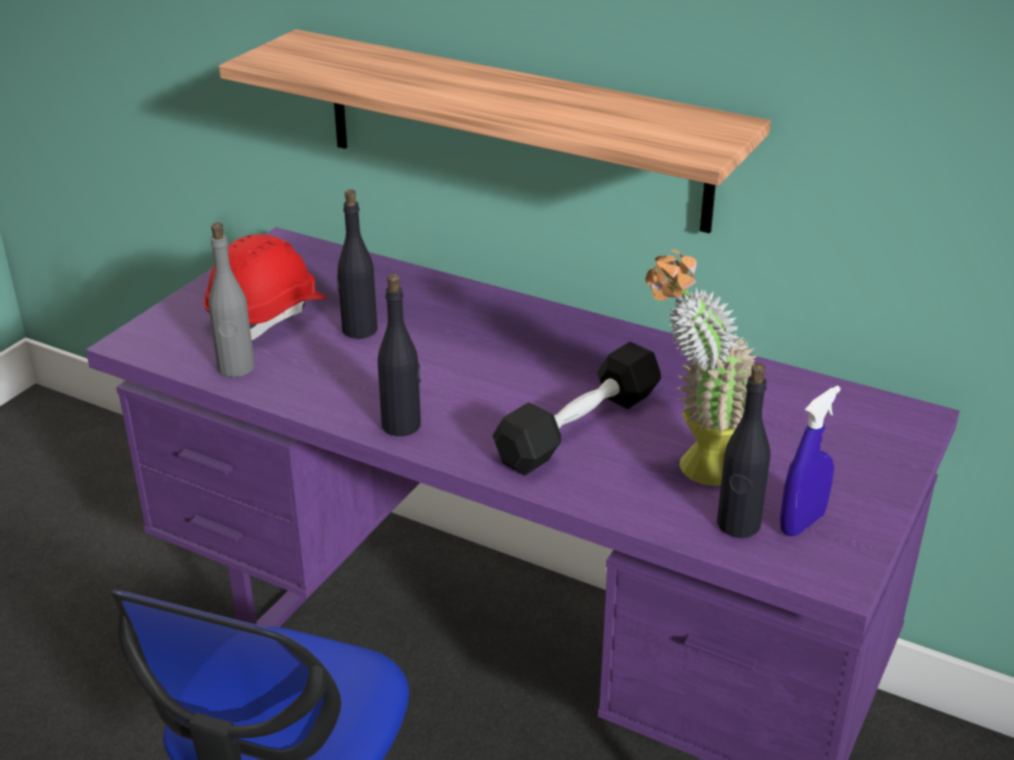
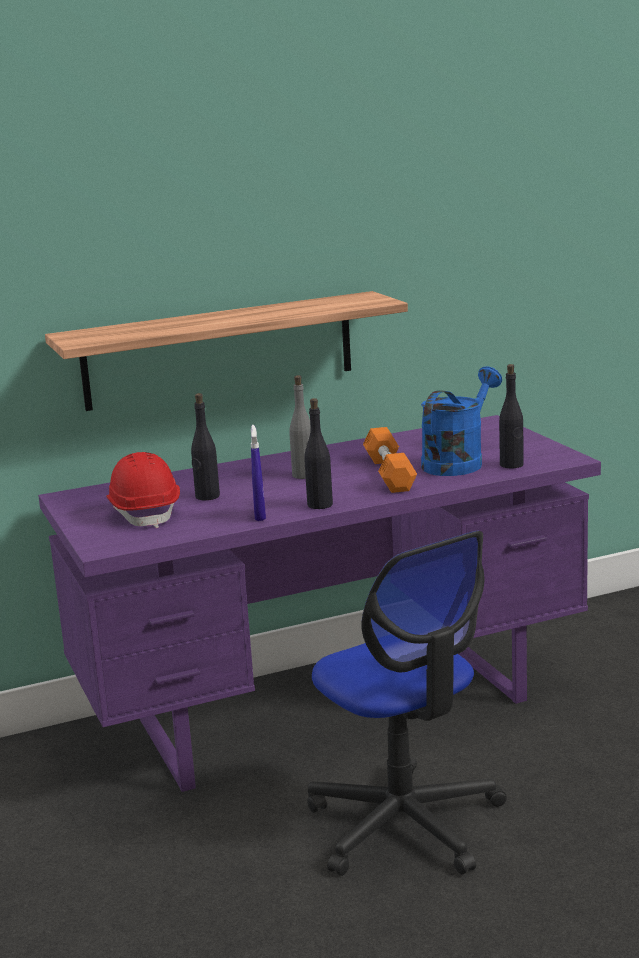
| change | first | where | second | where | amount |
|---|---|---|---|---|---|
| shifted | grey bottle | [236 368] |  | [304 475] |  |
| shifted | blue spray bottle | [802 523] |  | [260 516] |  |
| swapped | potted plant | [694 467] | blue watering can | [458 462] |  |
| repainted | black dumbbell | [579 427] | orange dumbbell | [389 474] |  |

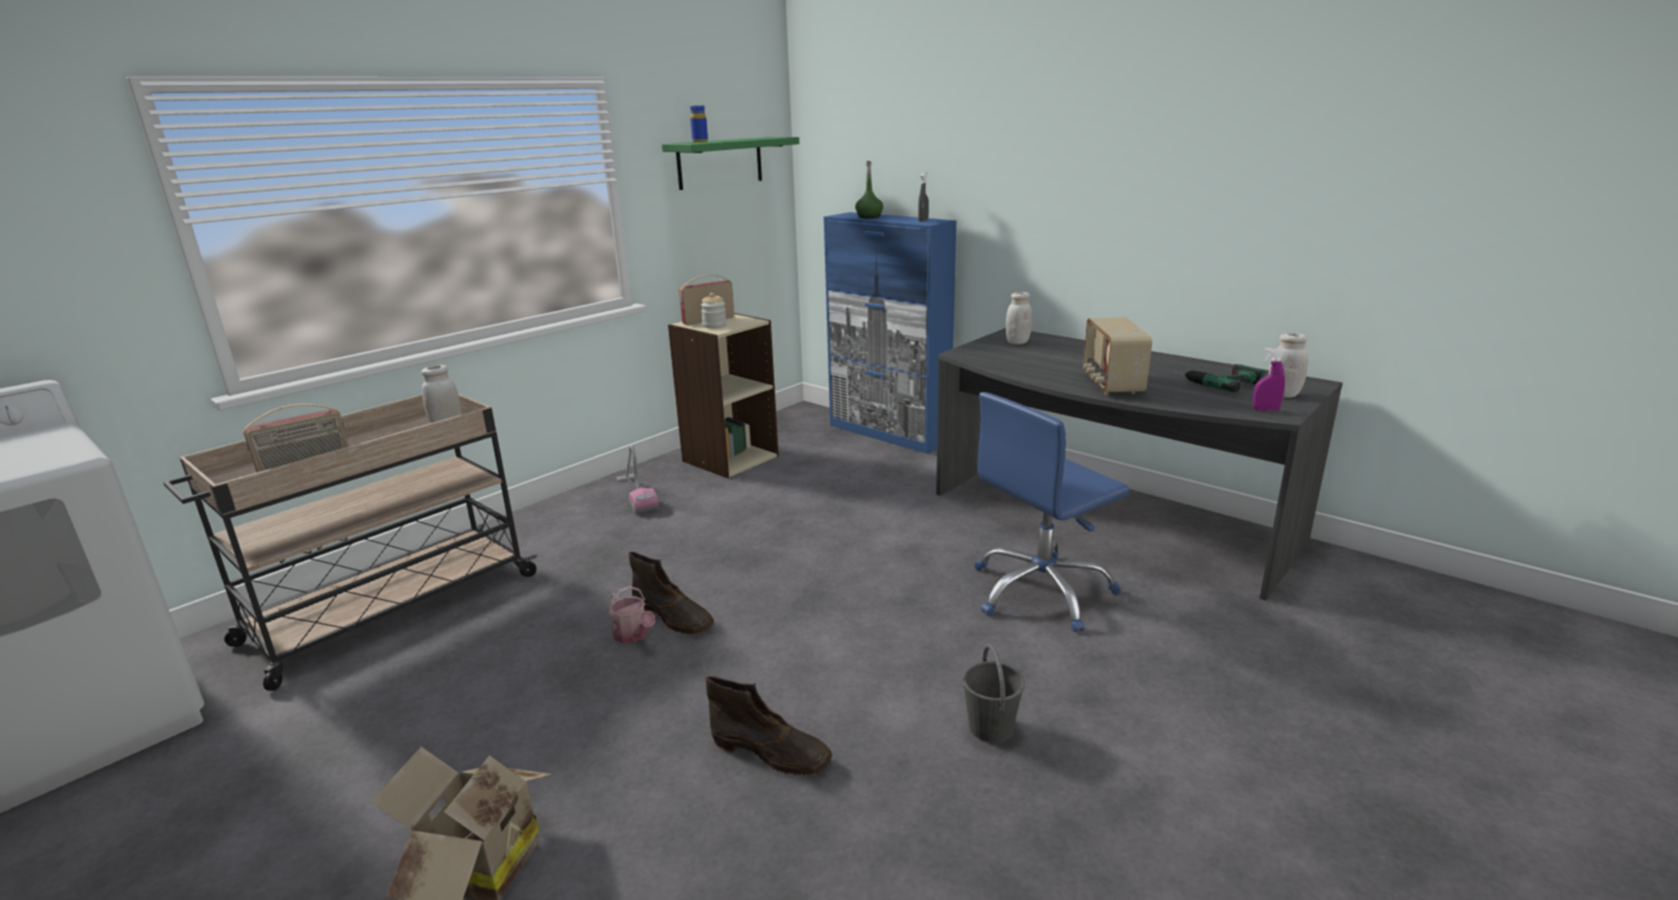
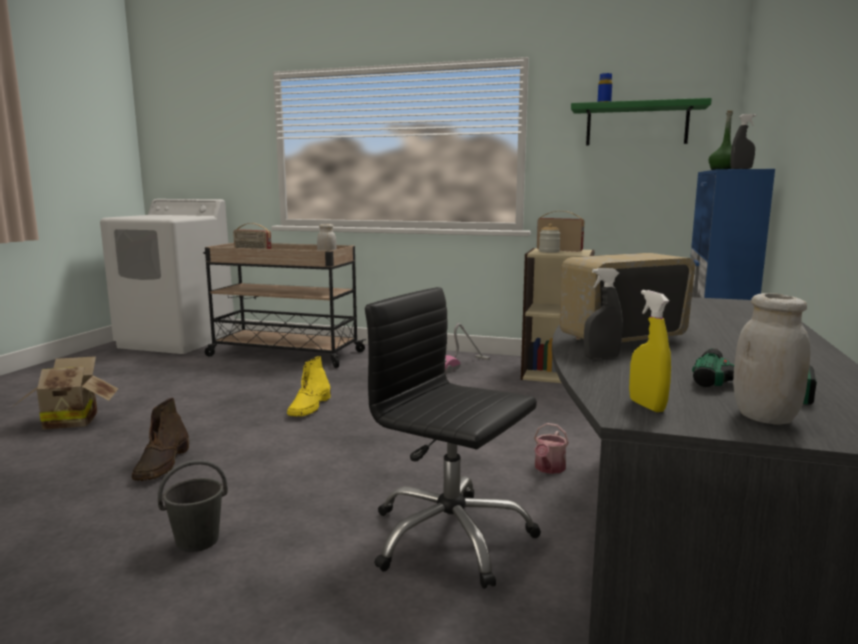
| change | first | where | second | where | amount |
|---|---|---|---|---|---|
| gone | white jar | [1017 342] |  |  |  |
| new |  |  | grey spray bottle | [601 358] |  |
| shifted | watering can | [633 635] |  | [548 469] |  |
| repainted | brown boot | [674 617] | yellow boot | [309 407] |  |
| repainted | blue office chair | [1041 591] | black office chair | [450 537] |  |
| repainted | purple spray bottle | [1265 410] | yellow spray bottle | [647 406] |  |

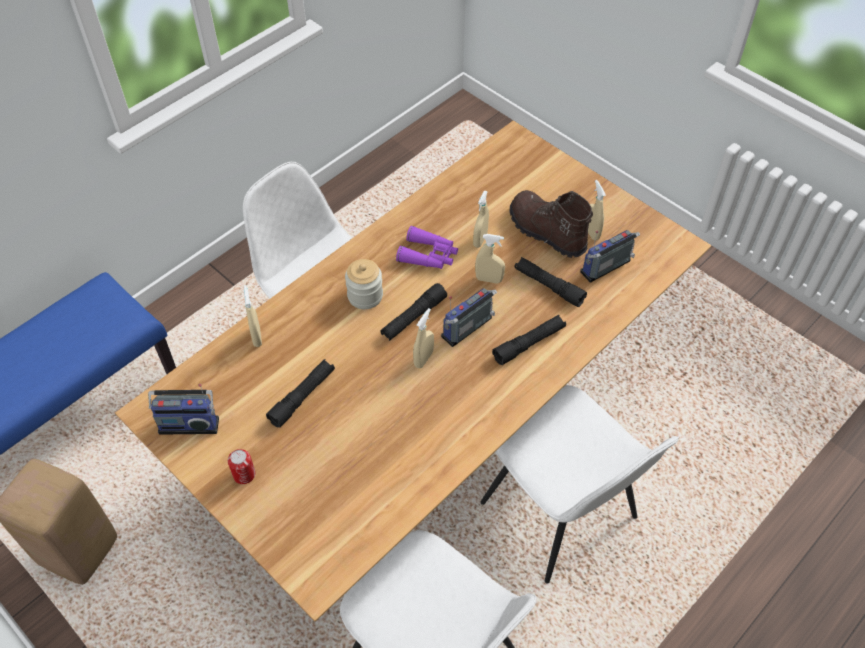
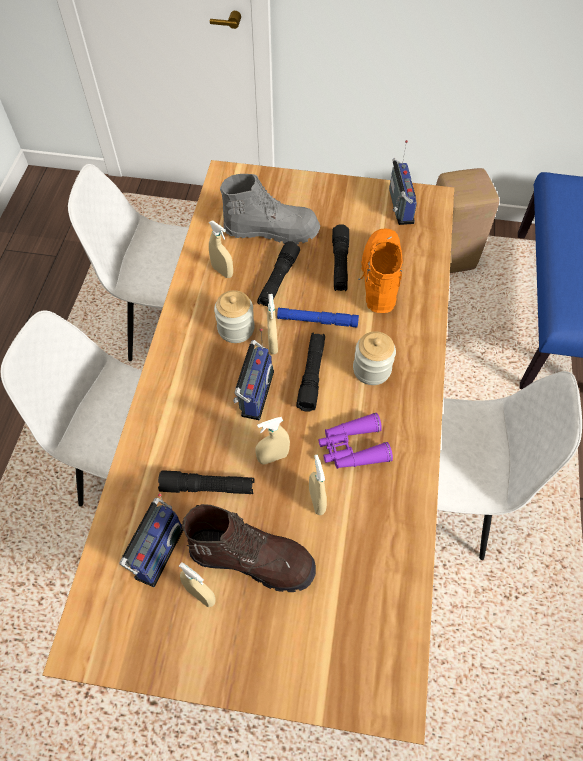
| change | first | where | second | where | amount |
|---|---|---|---|---|---|
| gone | can | [244 474] |  |  |  |
| new |  |  | jar | [236 328] |  |
| new |  |  | grey boot | [271 230] |  |
| new |  |  | blue flashlight | [317 321] |  |
| new |  |  | orange boot | [379 278] |  |
| shifted | beige spray bottle | [257 337] |  | [222 271] |  |
| shifted | black flashlight | [529 344] |  | [278 280] |  |
| rotated | radio | [189 423] |  | [398 207] | 120 degrees clockwise |

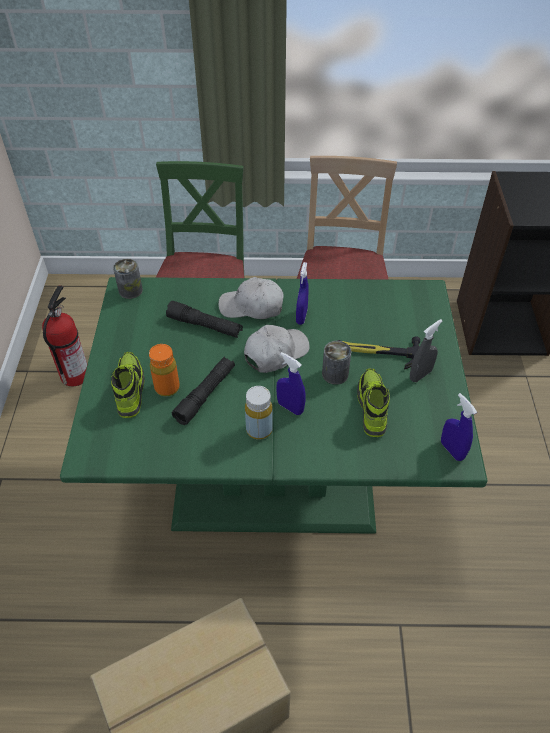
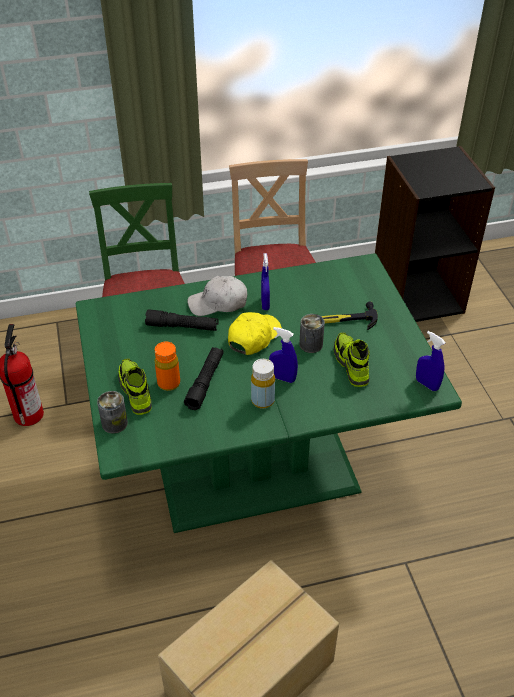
| change | first | where | second | where | amount |
|---|---|---|---|---|---|
| gone | grey spray bottle | [420 375] |  |  |  |
| shifted | can | [130 290] |  | [114 423] |  |
| repainted | white cap | [275 353] | yellow cap | [253 337] |  |

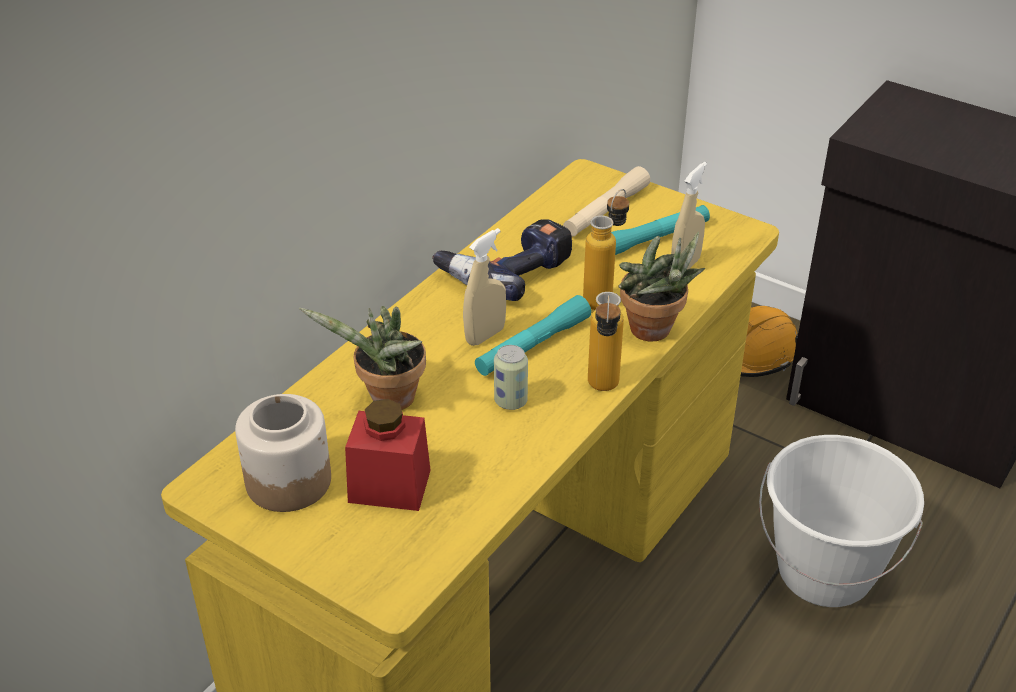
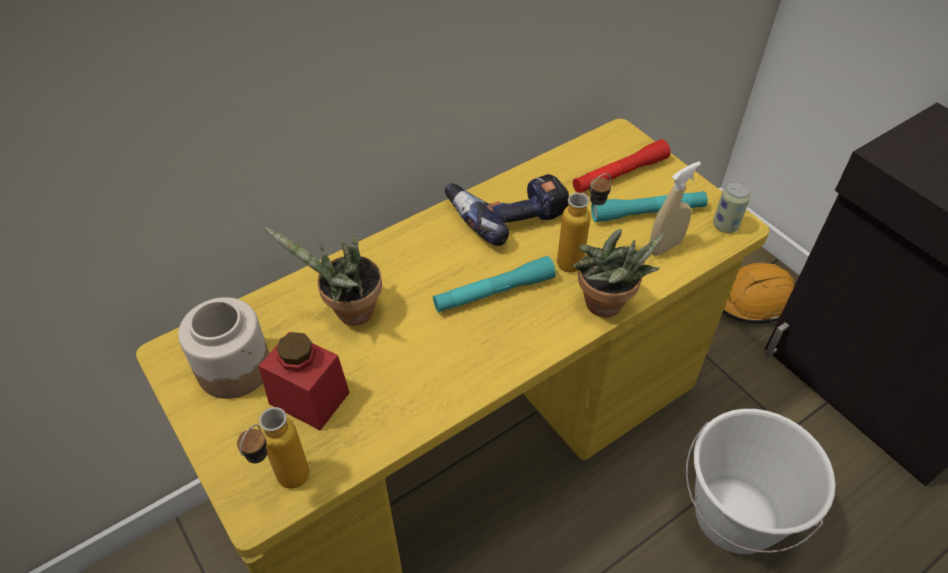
| change | first | where | second | where | amount |
|---|---|---|---|---|---|
| gone | beige spray bottle | [485 335] |  |  |  |
| shifted | can | [510 401] |  | [725 225] |  |
| shifted | bottle | [602 391] |  | [285 486] |  |
| repainted | beige flashlight | [606 211] | red flashlight | [620 174] |  |

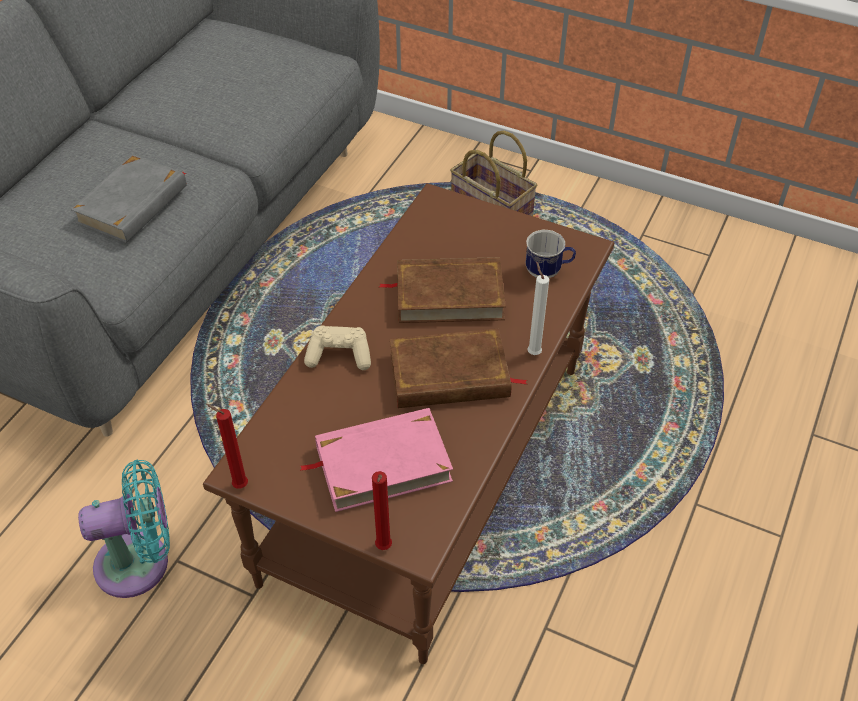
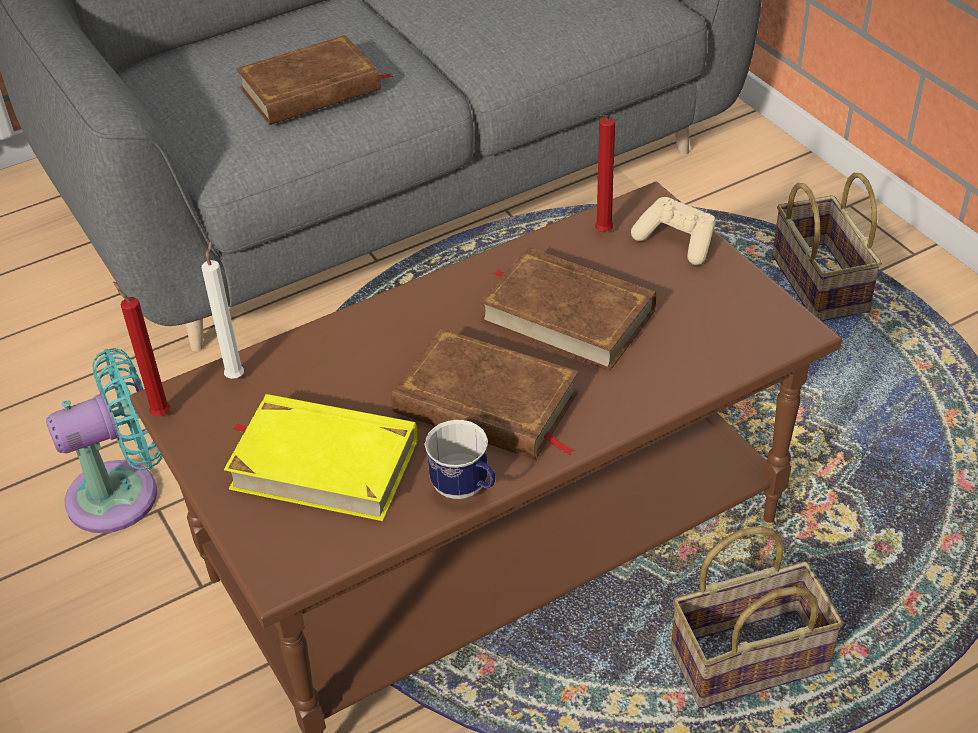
| change | first | where | second | where | amount |
|---|---|---|---|---|---|
| new |  |  | basket | [751 657] |  |
| shifted | beige game controller | [339 355] |  | [676 241] |  |
| shifted | red candle | [383 549] |  | [602 233] |  |
| shifted | mug | [548 272] |  | [466 489] |  |
| shifted | white candle | [533 352] |  | [236 375] |  |
| repainted | grey book | [133 204] | brown book | [311 89] |  |
| repainted | pink book | [382 463] | yellow book | [324 463] |  |
| rotated | turquoise fan | [140 562] |  | [123 493] | 45 degrees counterclockwise |

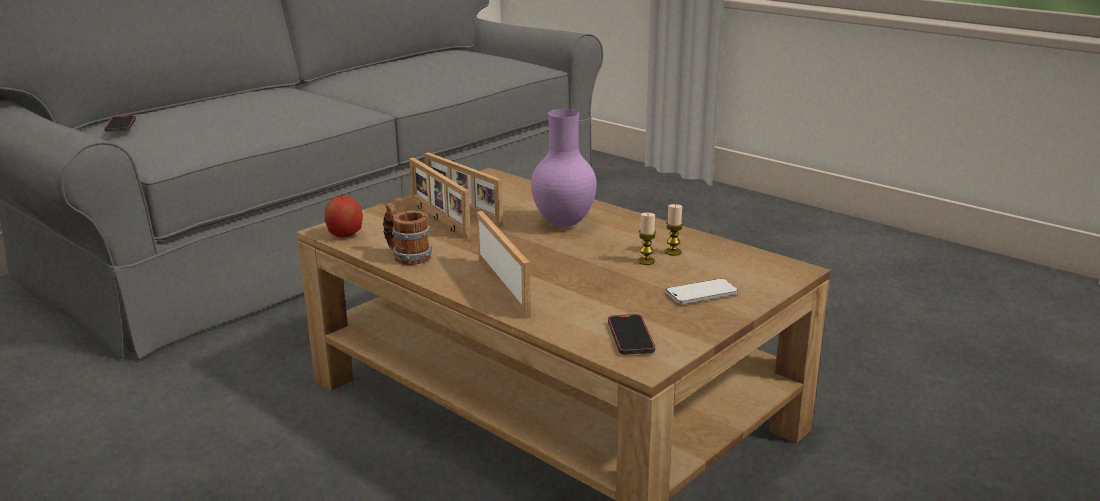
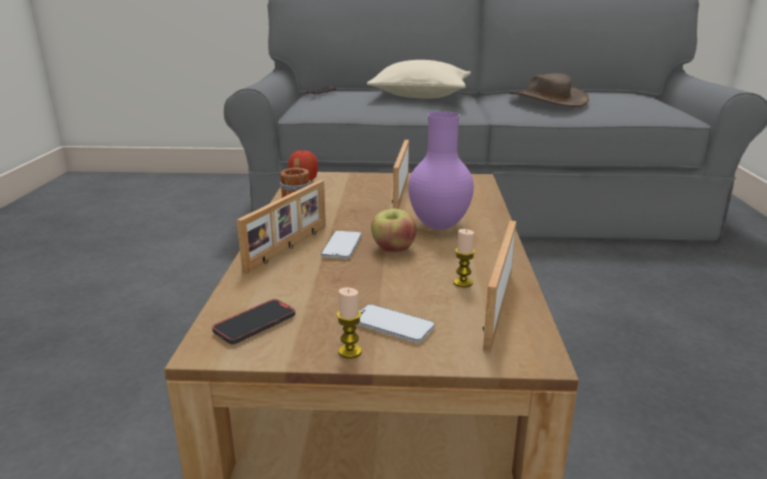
| change | first | where | second | where | amount |
|---|---|---|---|---|---|
| new |  |  | phone | [342 247] |  |
| new |  |  | beige pillow | [420 95] |  |
| new |  |  | apple | [393 249] |  |
| new |  |  | brown hat | [547 100] |  |
| shifted | picture frame | [438 219] |  | [496 307] |  |
| shifted | candle | [646 261] |  | [350 351] |  |

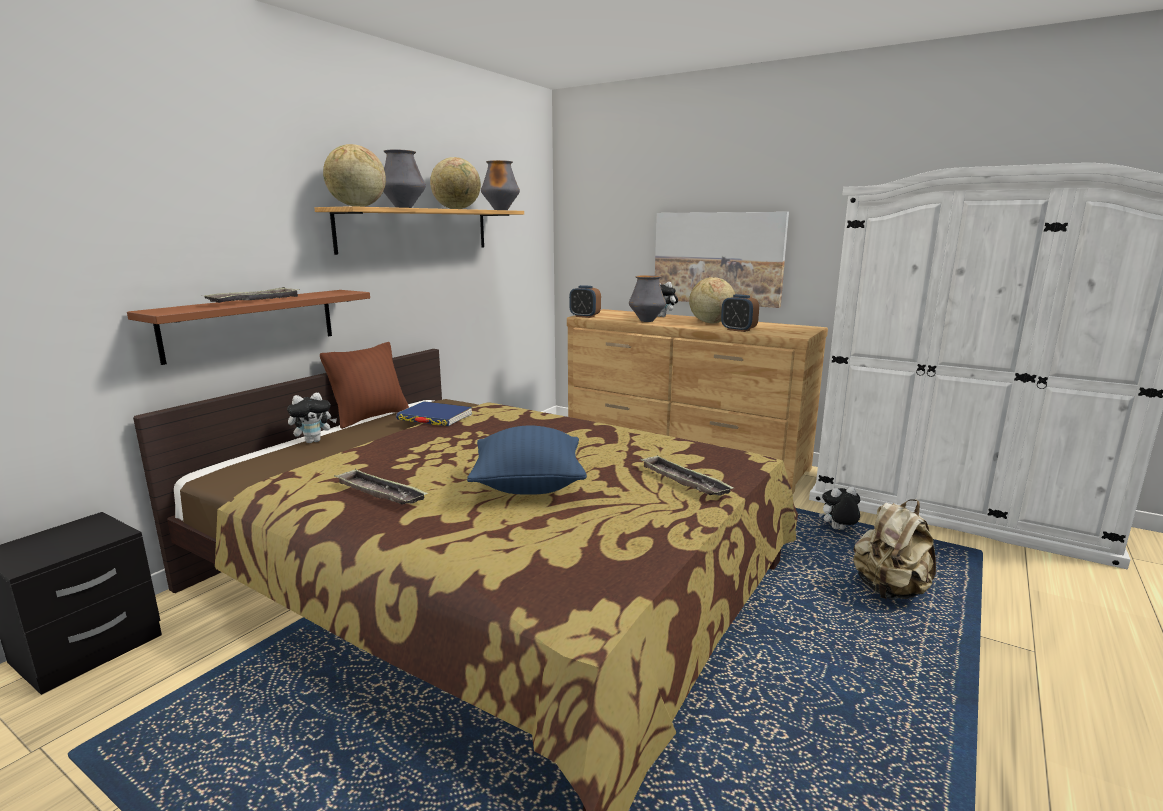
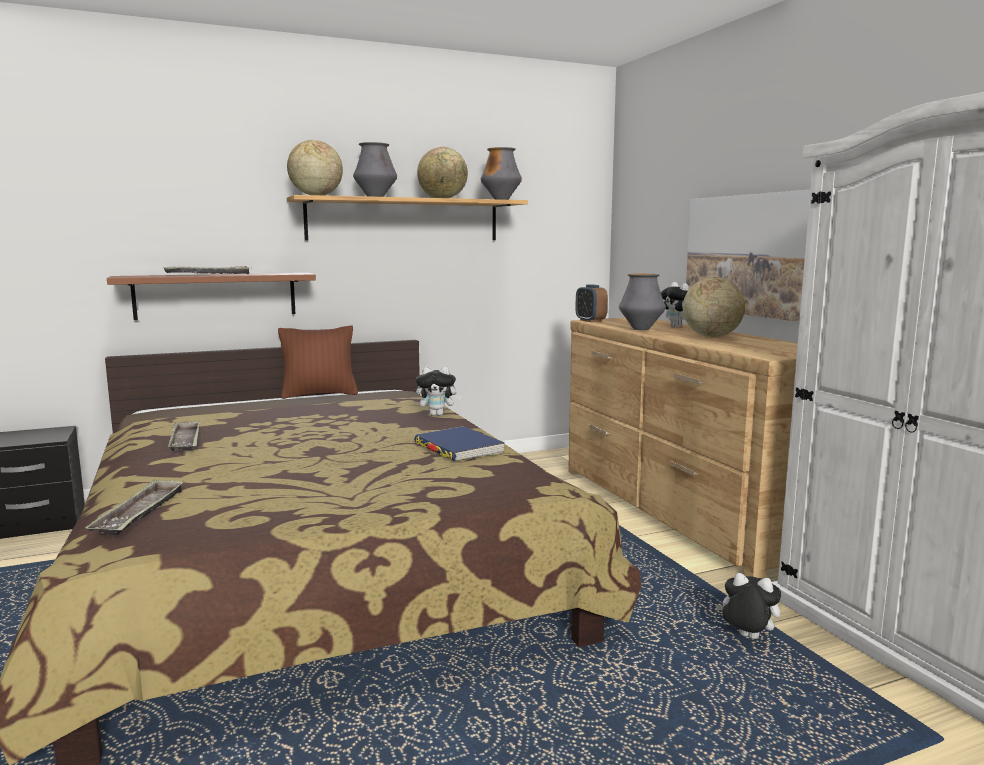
| change | first | where | second | where | amount |
|---|---|---|---|---|---|
| gone | blue pillow | [528 486] |  |  |  |
| gone | alarm clock | [738 330] |  |  |  |
| gone | beige backpack | [890 591] |  |  |  |
| shifted | plush toy | [313 441] |  | [438 415] |  |
| shifted | blue book | [435 417] |  | [458 448] |  |
| shifted | tray | [683 481] |  | [140 513] |  |

